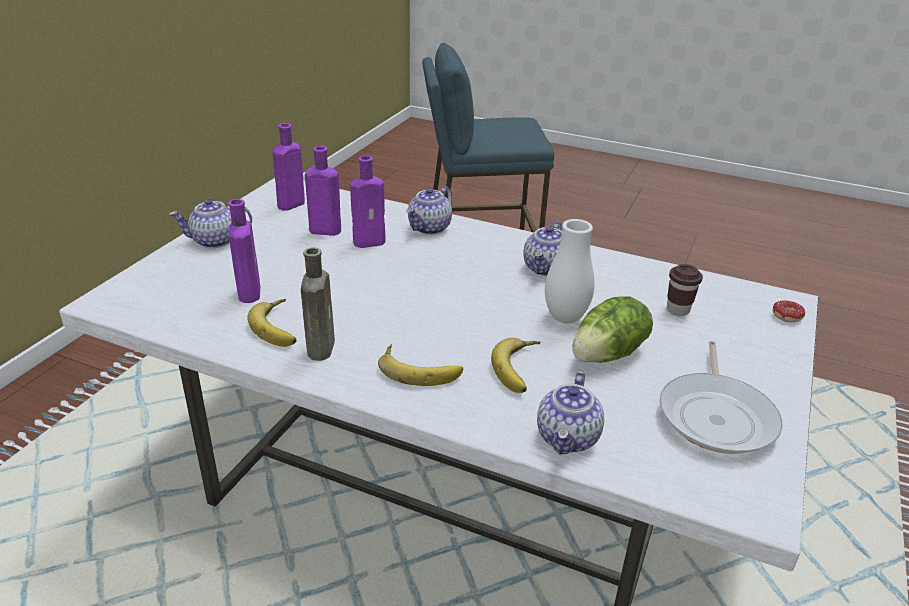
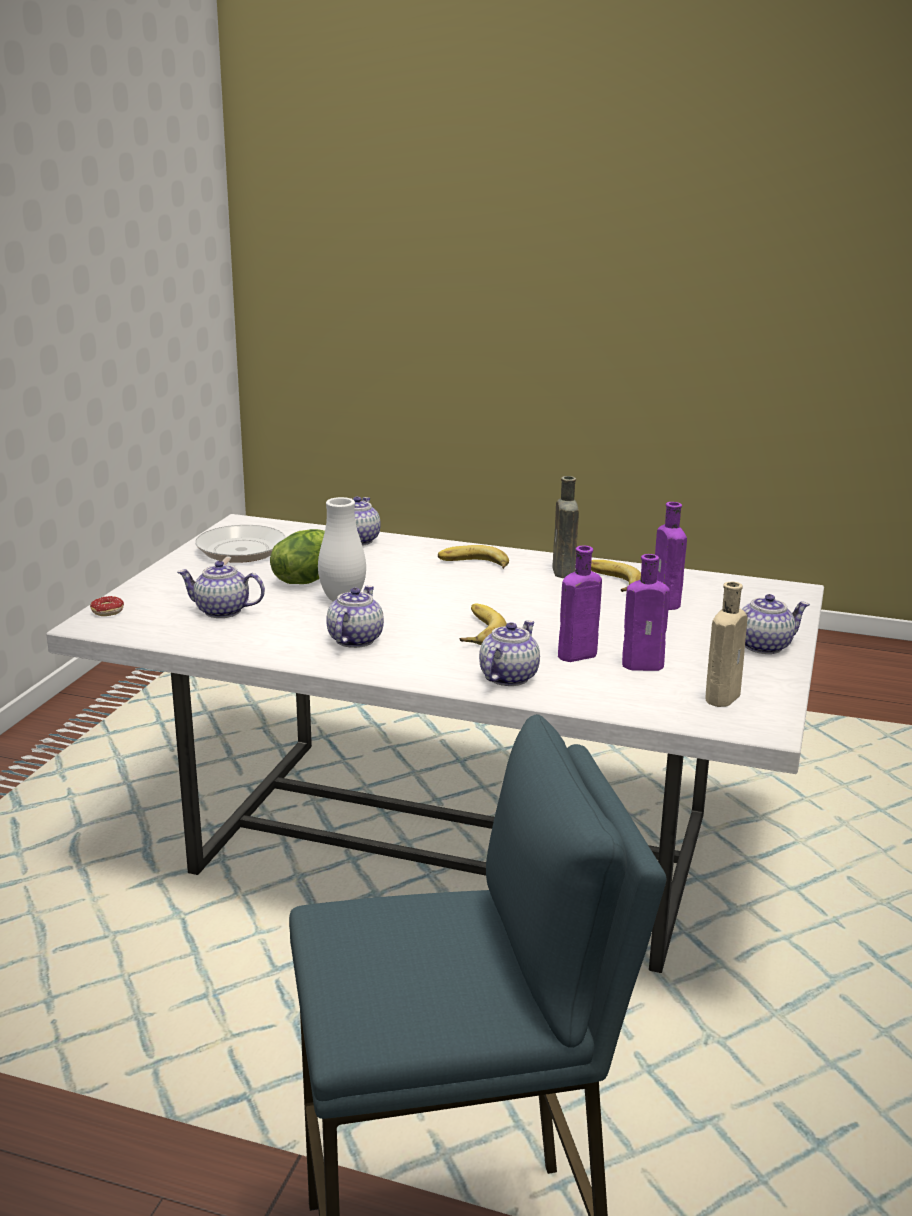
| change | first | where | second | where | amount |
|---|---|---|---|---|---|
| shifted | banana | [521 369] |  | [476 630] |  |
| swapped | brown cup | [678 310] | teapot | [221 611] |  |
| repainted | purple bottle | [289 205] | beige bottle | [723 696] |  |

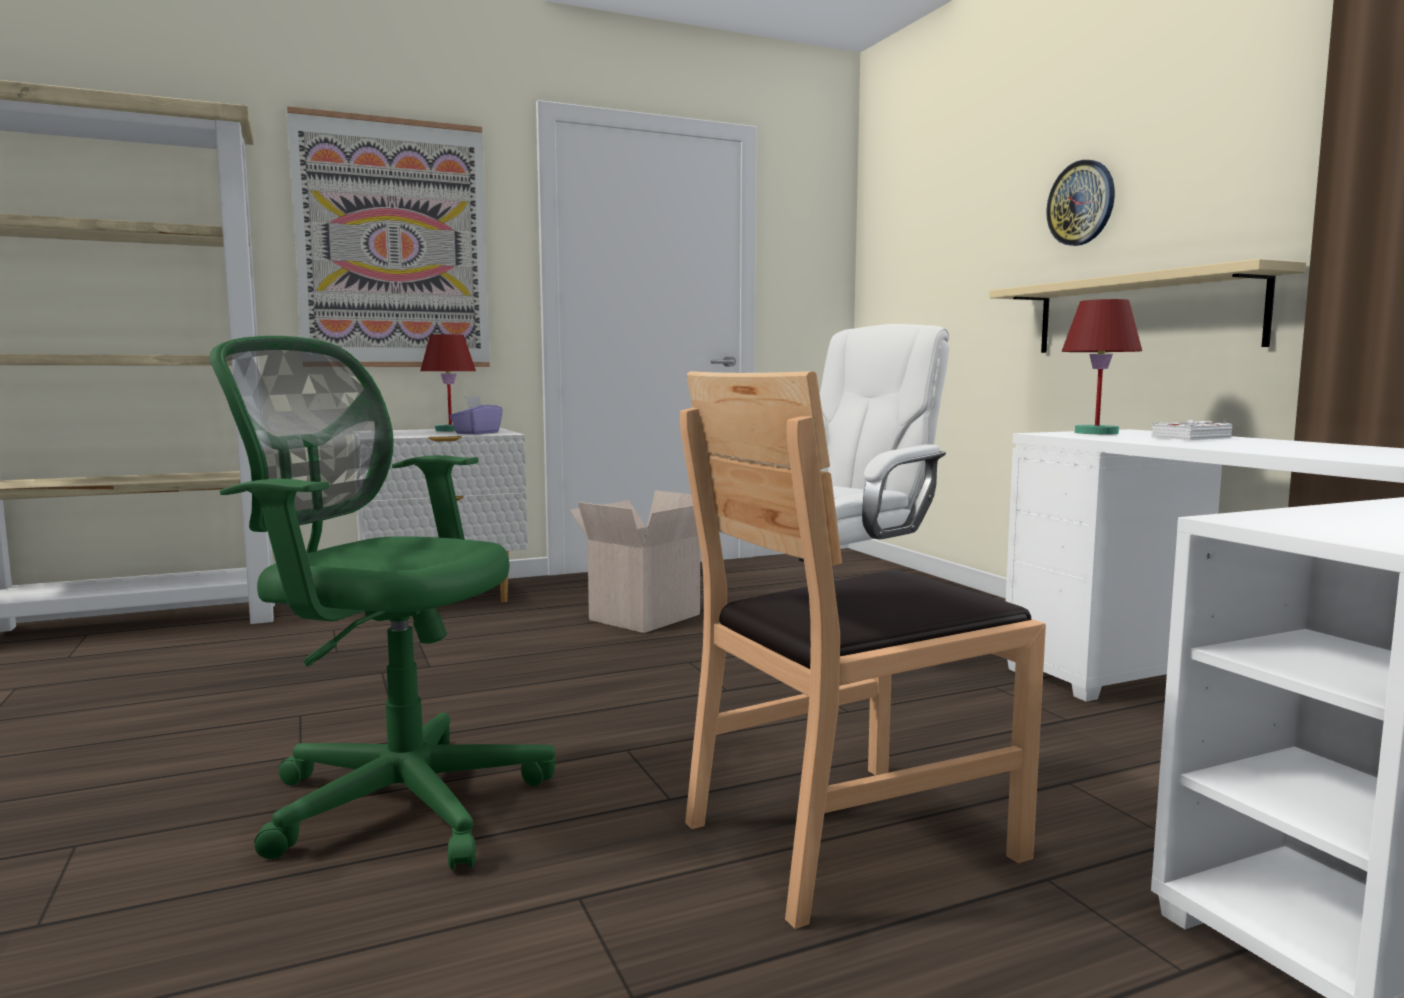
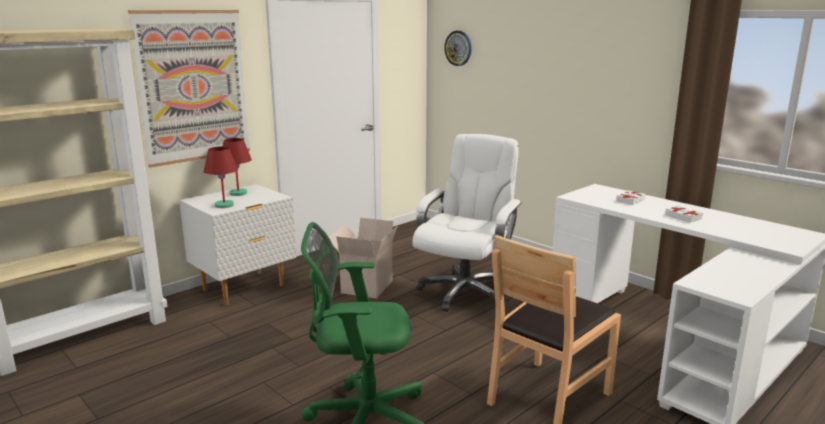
| change | first | where | second | where | amount |
|---|---|---|---|---|---|
| gone | purple tissue box | [476 433] |  |  |  |
| gone | beige shelf | [1143 314] |  |  |  |
| new |  |  | white book | [683 217] |  |
| shifted | wall clock | [1081 203] |  | [458 48] |  |
| shifted | red table lamp | [1096 433] |  | [224 205] |  |

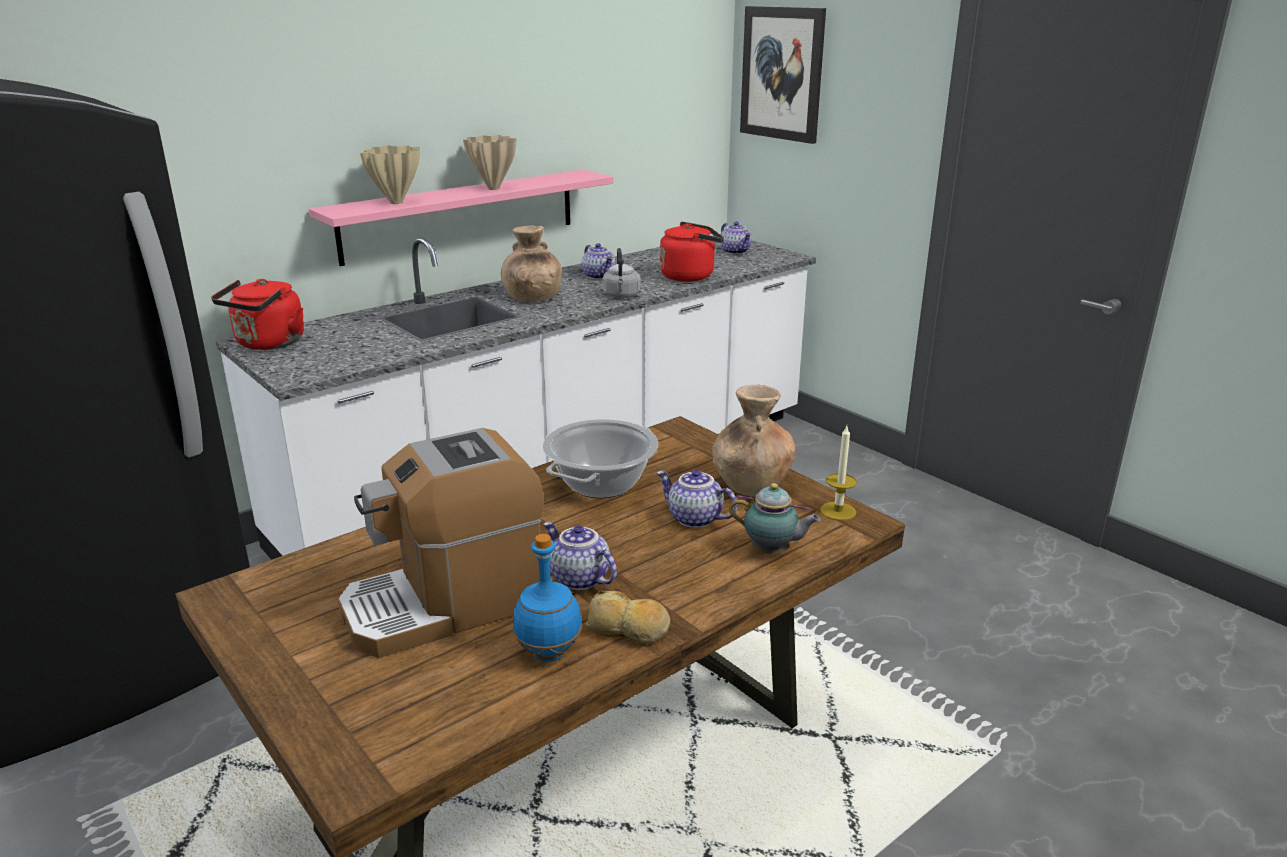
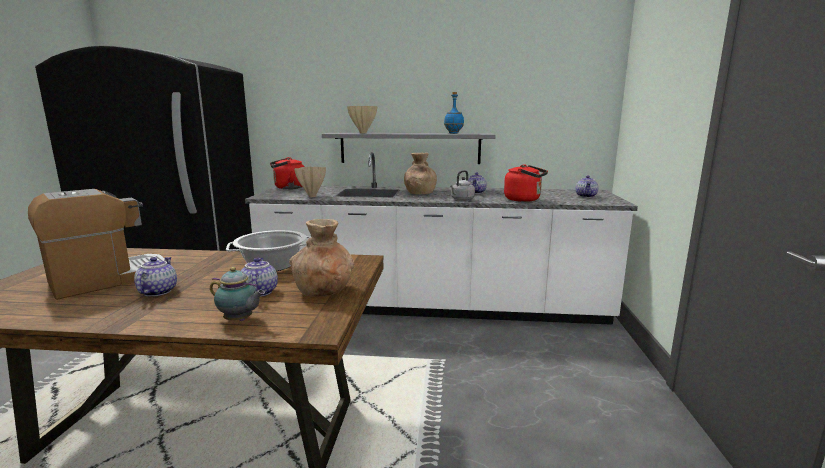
| change | first | where | second | where | amount |
|---|---|---|---|---|---|
| gone | bread | [628 629] |  |  |  |
| gone | picture | [782 74] |  |  |  |
| gone | candle | [838 511] |  |  |  |
| shifted | beige vase | [492 188] |  | [312 196] |  |
| shifted | blue bottle | [548 652] |  | [453 133] |  |
| repainted | pink shelf | [461 215] | grey shelf | [410 148] |  |
| rotated | coffee machine | [445 604] |  | [109 279] | 120 degrees clockwise |
| rotated | teapot | [772 552] |  | [240 320] | 45 degrees counterclockwise |

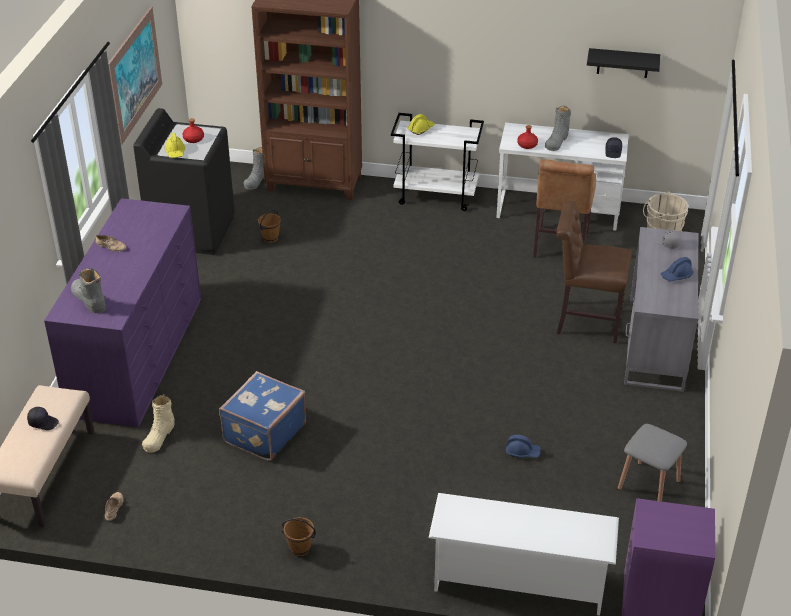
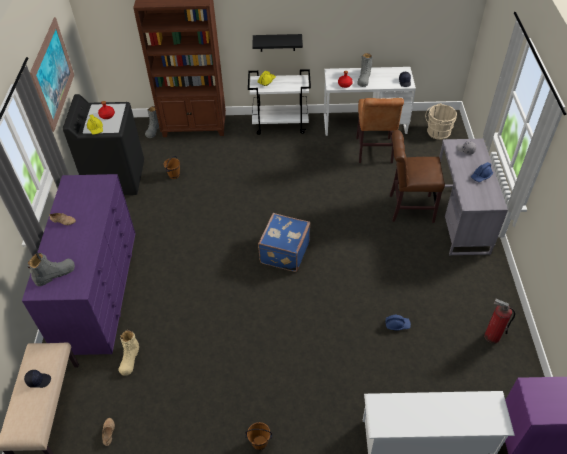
| change | first | where | second | where | amount |
|---|---|---|---|---|---|
| shifted | blue suitcase | [263 433] |  | [283 252] |  |
| shifted | black shelf | [623 63] |  | [277 42] |  |
| swapped | grey stool | [648 485] | fire extinguisher | [492 336] |  |
| rotated | grey boot | [89 299] |  | [55 274] | 105 degrees clockwise |

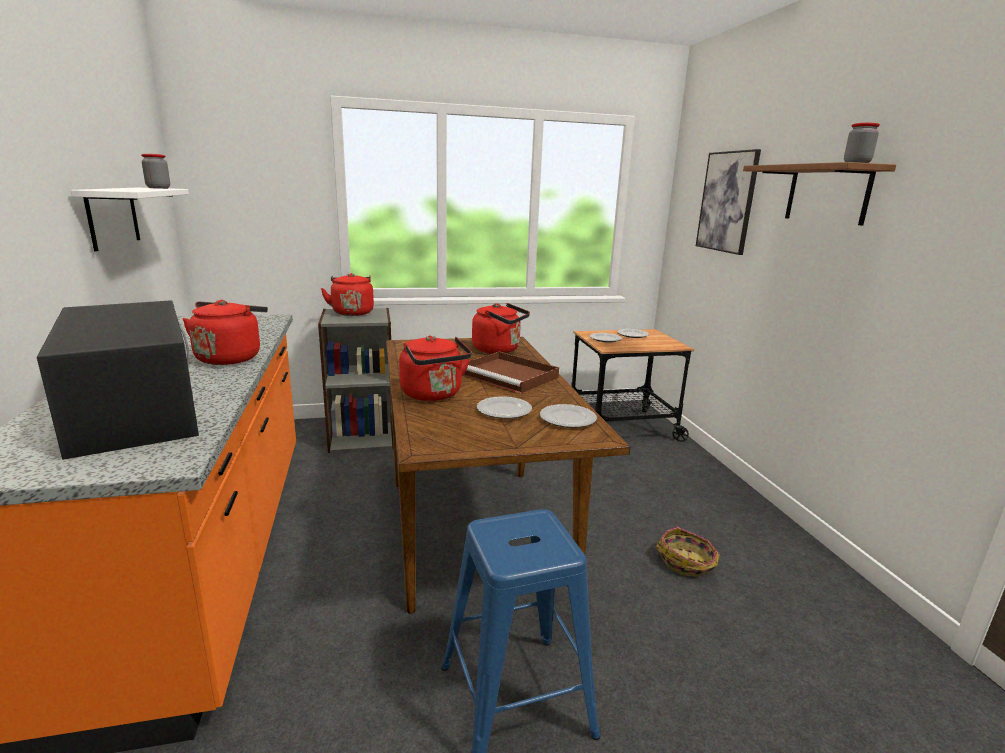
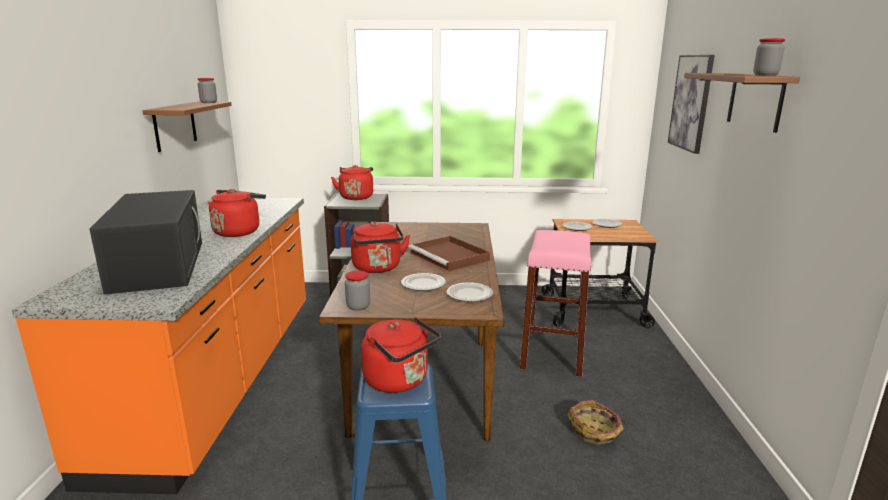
| change | first | where | second | where | amount |
|---|---|---|---|---|---|
| new |  |  | jar | [358 306] |  |
| new |  |  | pink stool | [552 352] |  |
| shifted | red kettle | [499 350] |  | [399 381] |  |
| repainted | white shelf | [113 217] | brown shelf | [175 125] |  |

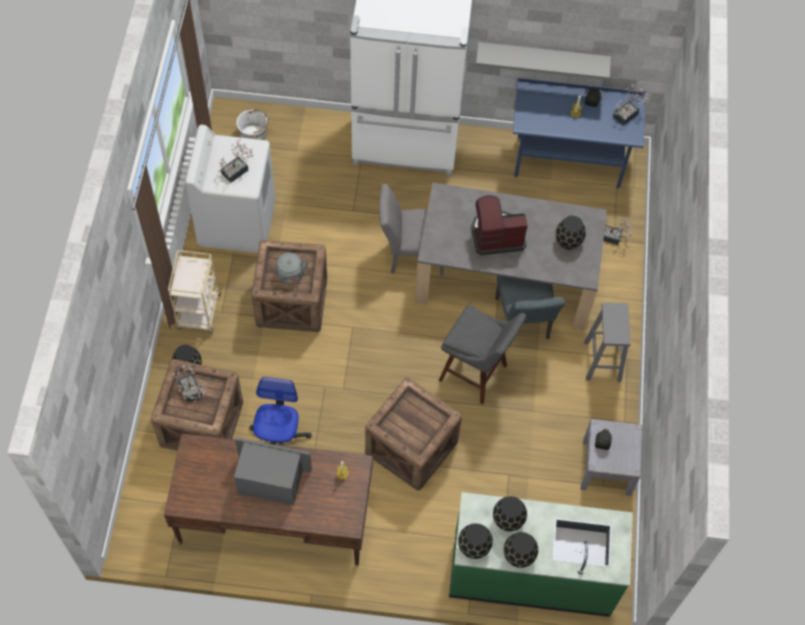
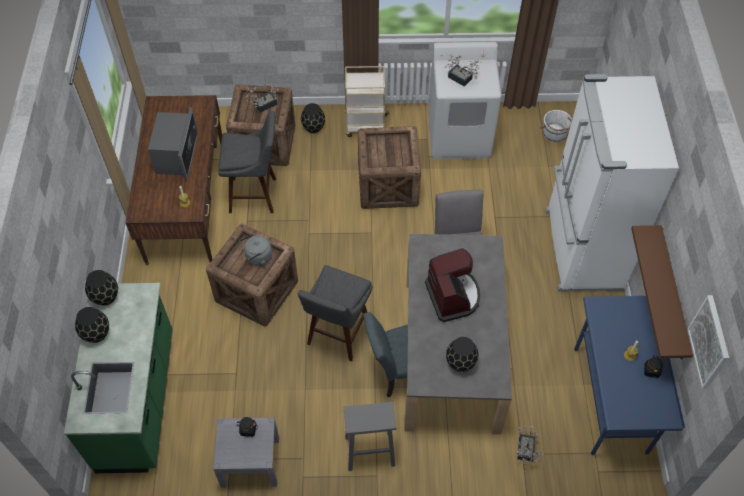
| change | first | where | second | where | amount |
|---|---|---|---|---|---|
| gone | black vase | [507 520] |  |  |  |
| gone | potted plant | [627 114] |  |  |  |
| new |  |  | picture | [709 342] |  |
| shifted | grey kettle | [291 276] |  | [257 258] |  |
| swapped | office chair | [279 439] | grey stool | [256 195] |  |
| repainted | grey shelf | [543 57] | brown shelf | [672 294] |  |

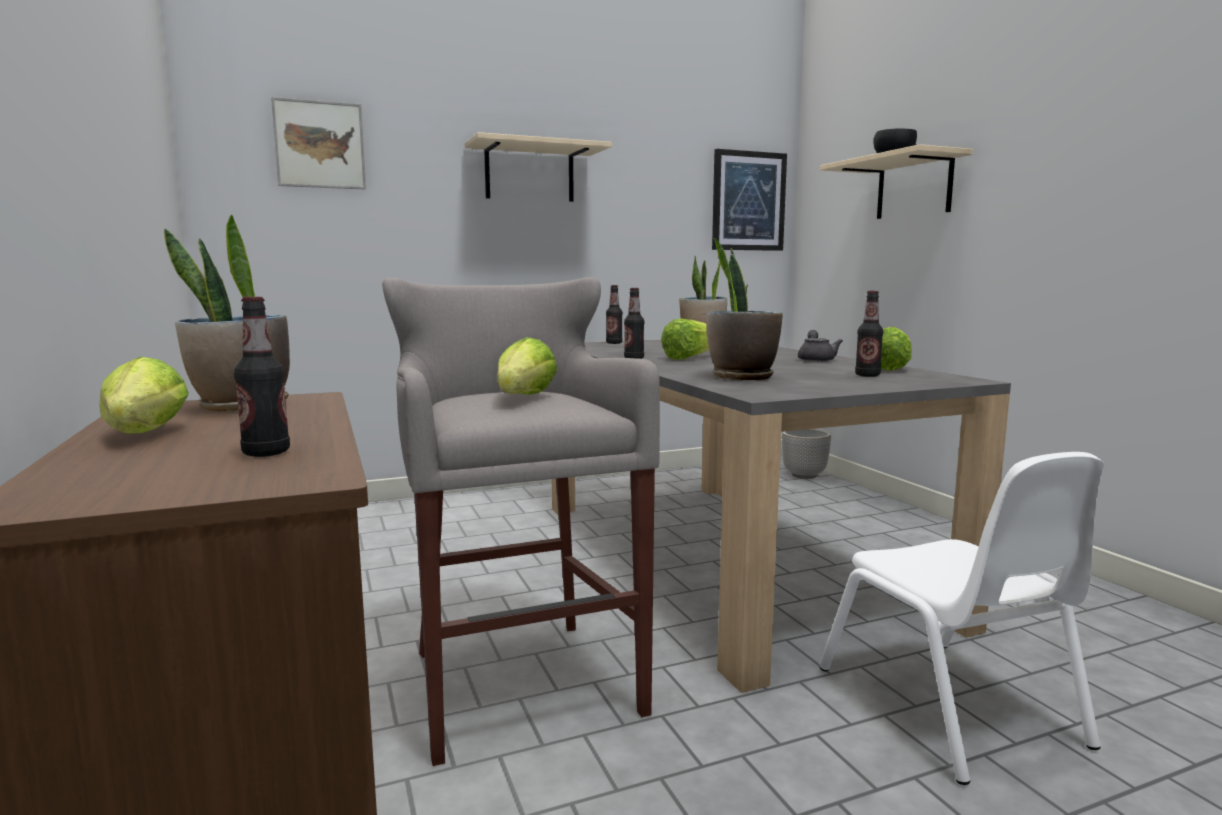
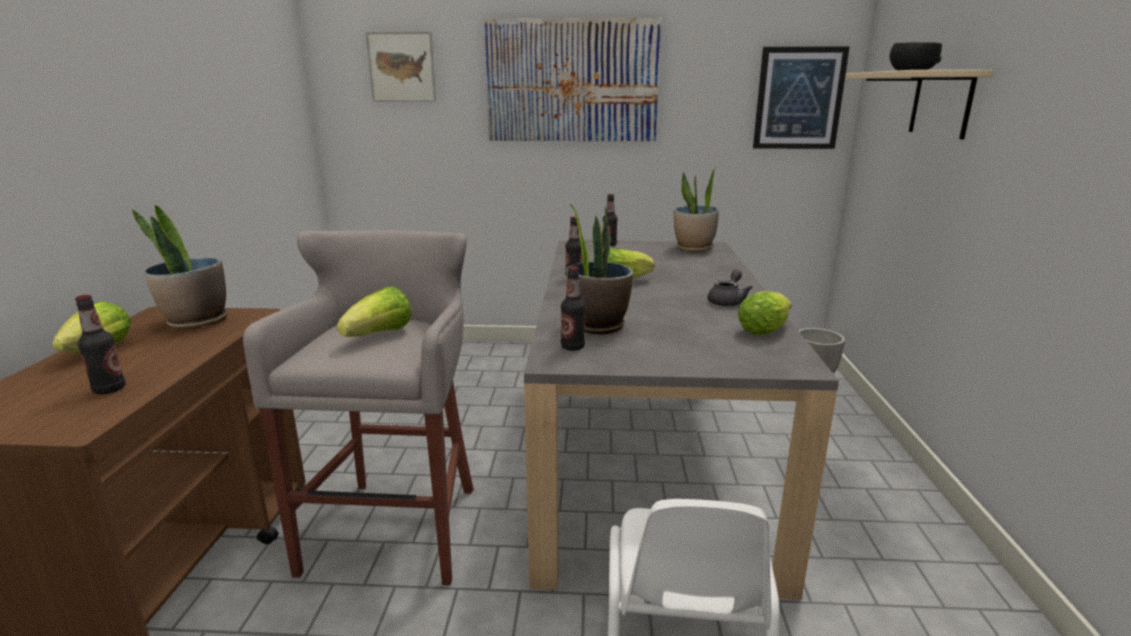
| change | first | where | second | where | amount |
|---|---|---|---|---|---|
| shifted | bottle | [867 375] |  | [572 347] |  |
| swapped | beige shelf | [529 173] | picture | [572 81] |  |

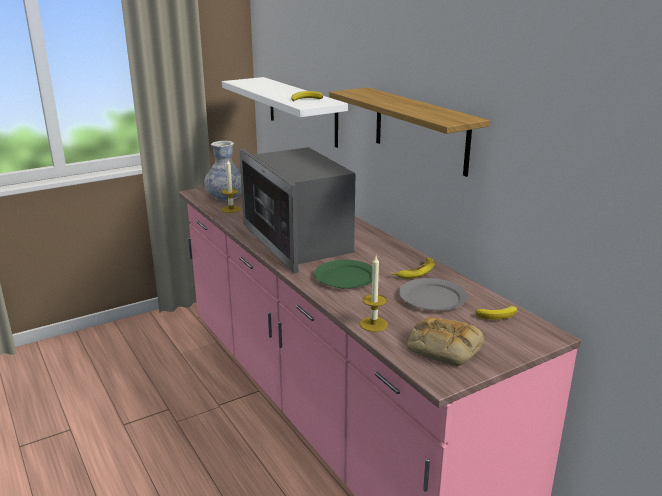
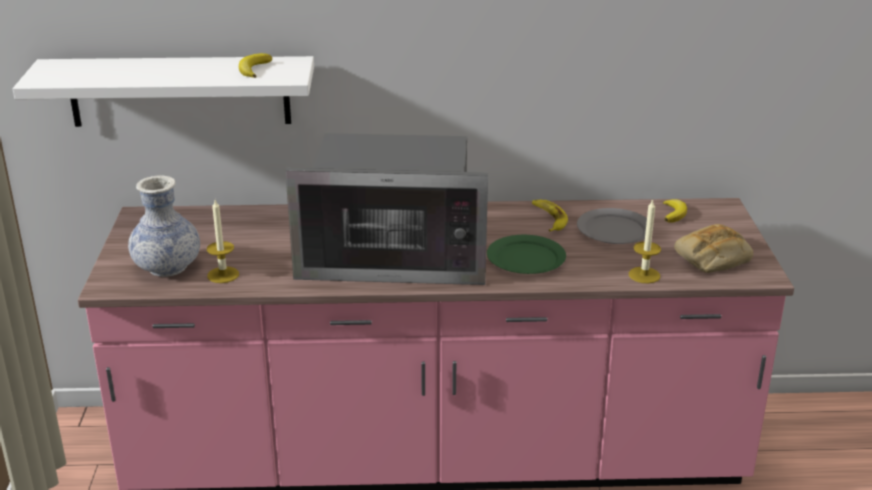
| change | first | where | second | where | amount |
|---|---|---|---|---|---|
| gone | shelf | [420 130] |  |  |  |

